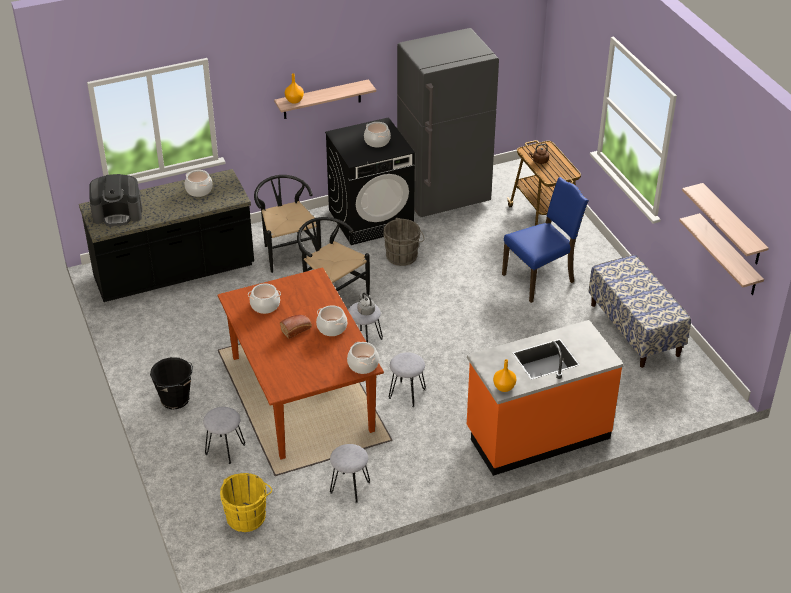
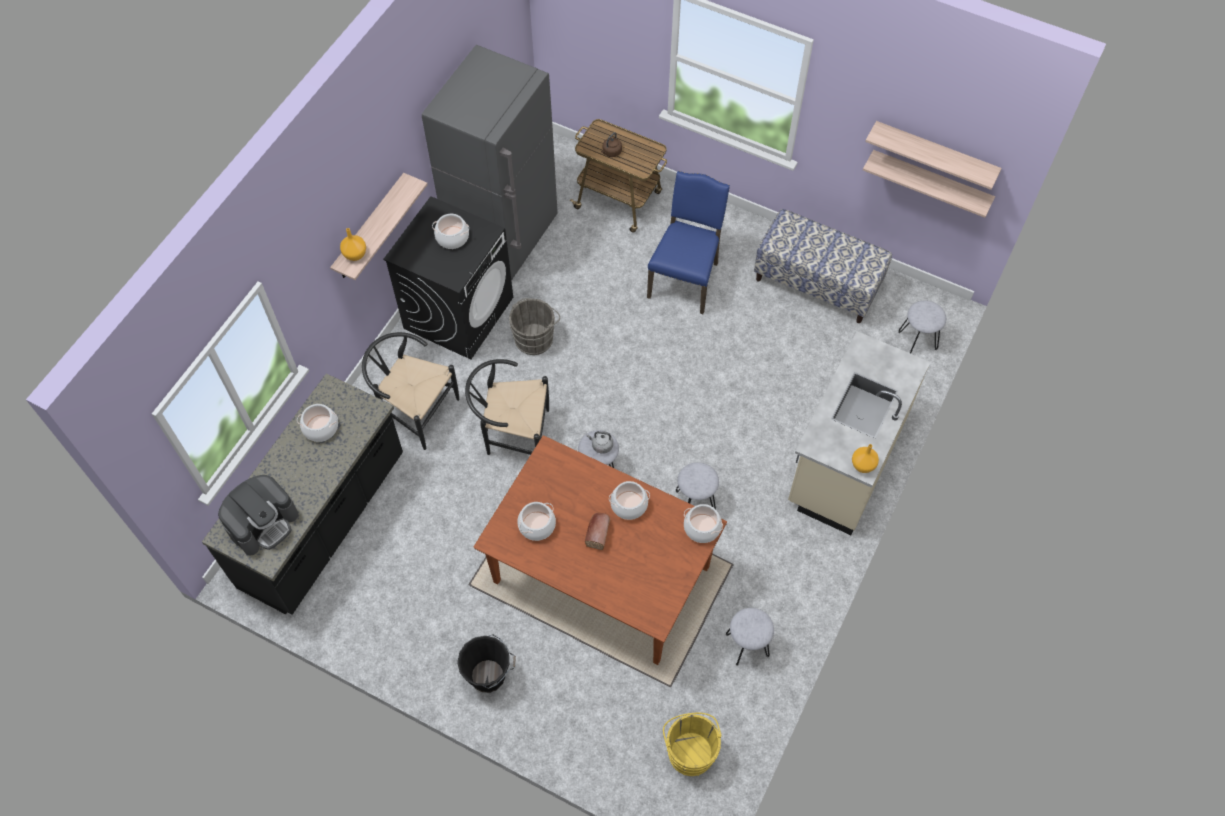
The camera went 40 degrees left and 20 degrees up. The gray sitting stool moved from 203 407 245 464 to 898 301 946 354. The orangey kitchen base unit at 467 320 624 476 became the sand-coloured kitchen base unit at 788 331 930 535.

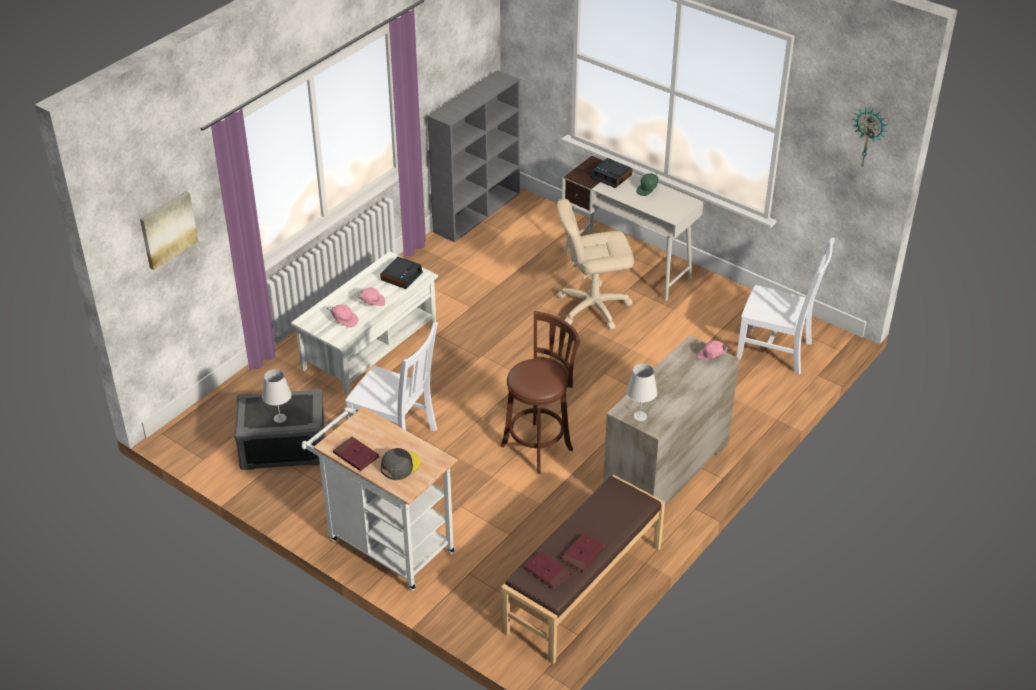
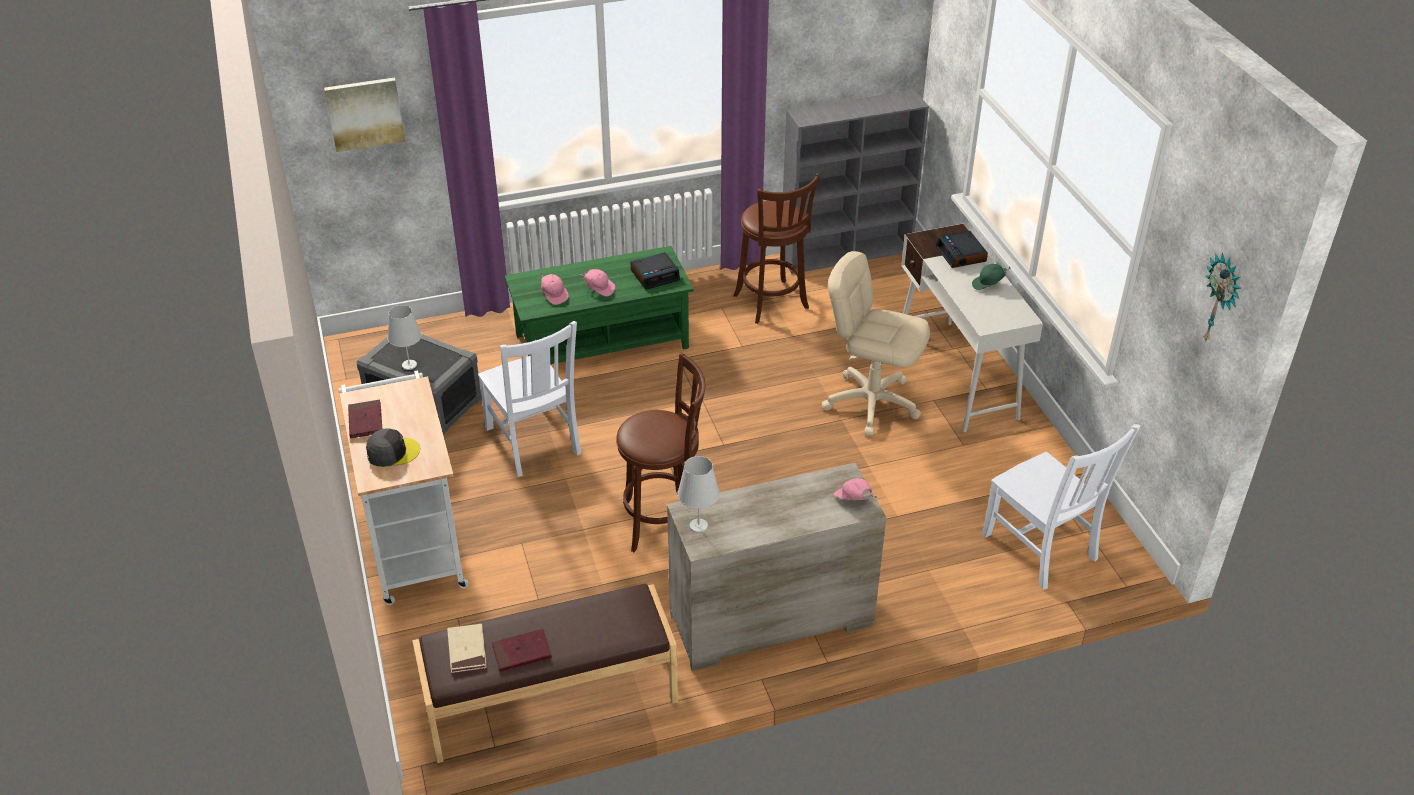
The camera went 35 degrees right and 0 degrees up. The whitish lounge table at 291 251 438 395 became the greenish lounge table at 505 246 694 364. The red-coloured bound book at 523 551 571 590 became the sand-coloured bound book at 447 624 487 673. The brown sitting stool at 733 173 820 324 appeared.

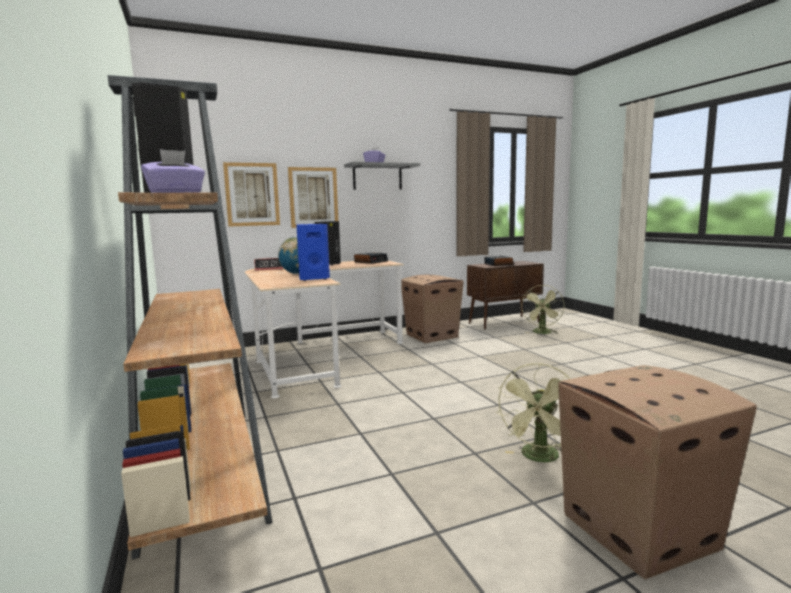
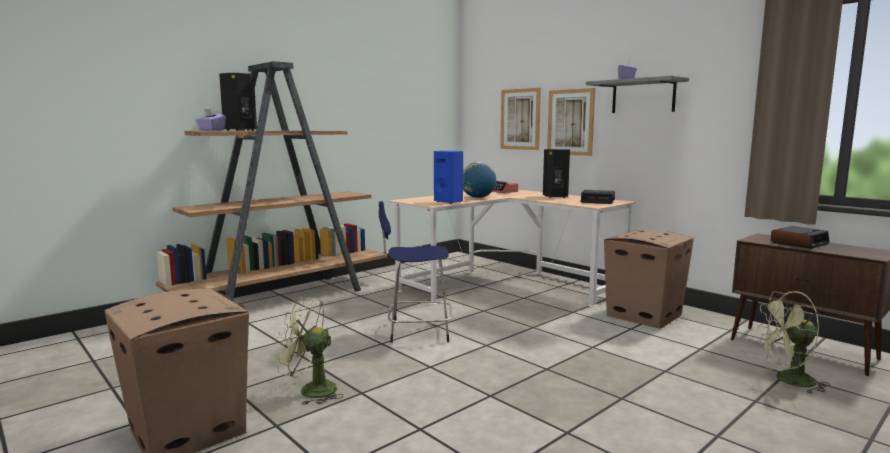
The camera went 70 degrees right and 0 degrees up. The blue-coloured sitting stool at 379 201 452 343 appeared.

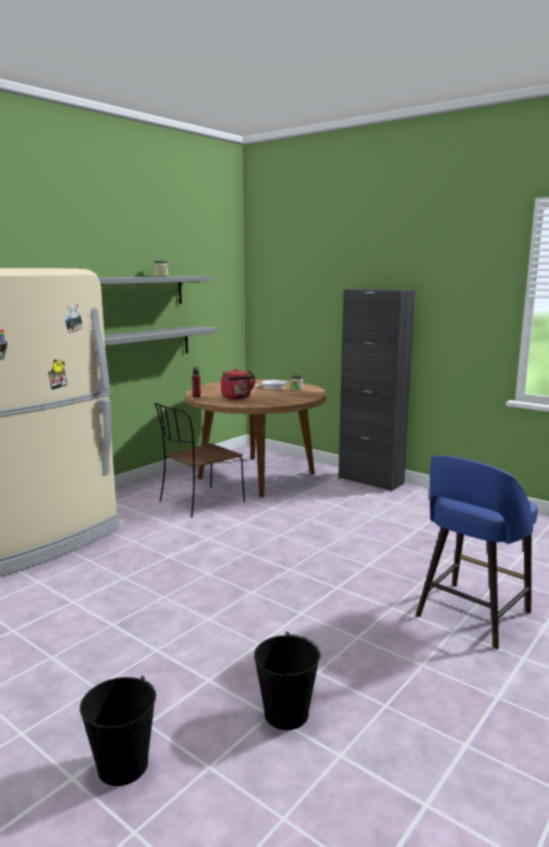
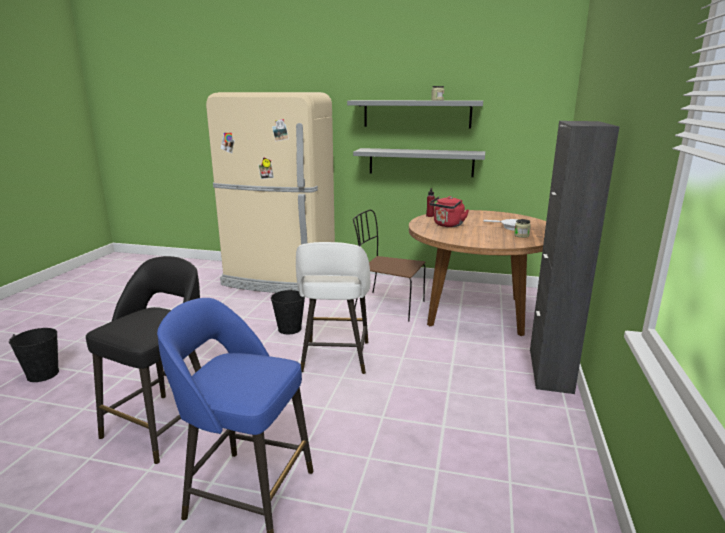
The camera went 65 degrees right and 5 degrees up. The blackish bucket moved from 254 632 320 730 to 271 290 305 334. The blackish sitting stool at 86 256 201 464 appeared. The whitish sitting stool at 296 242 370 374 appeared.

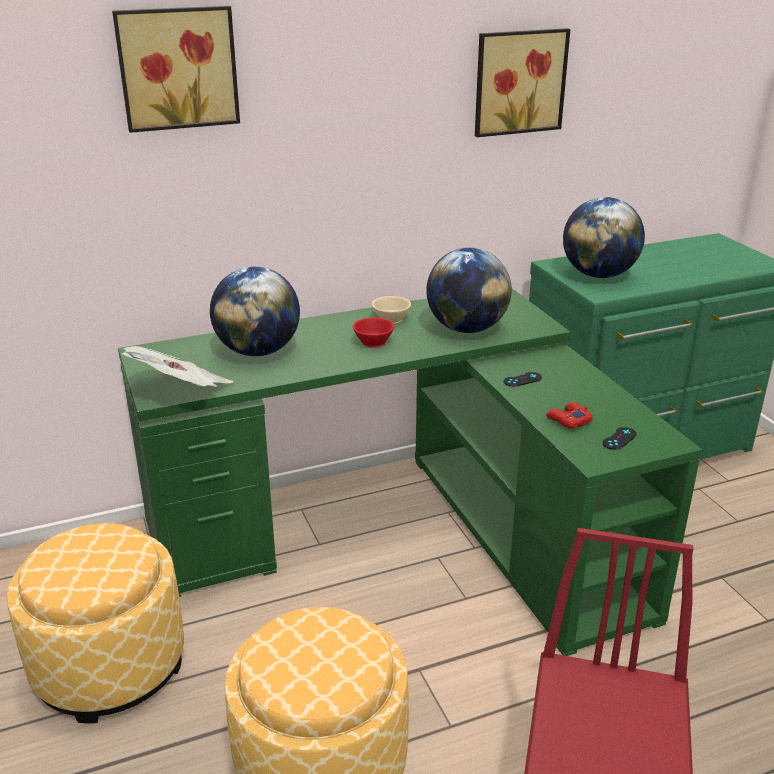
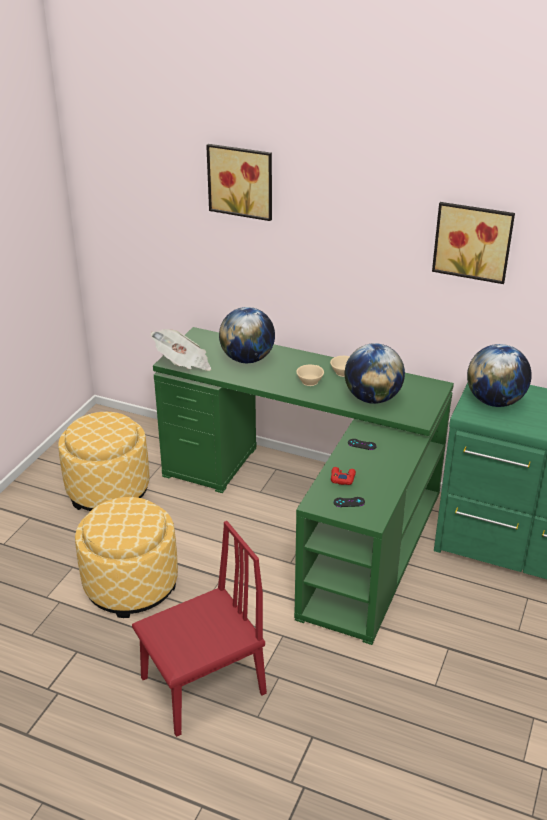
The camera went 45 degrees right and 5 degrees up. The red-coloured drinking cup at 353 318 394 348 became the sand-coloured drinking cup at 296 365 324 386.

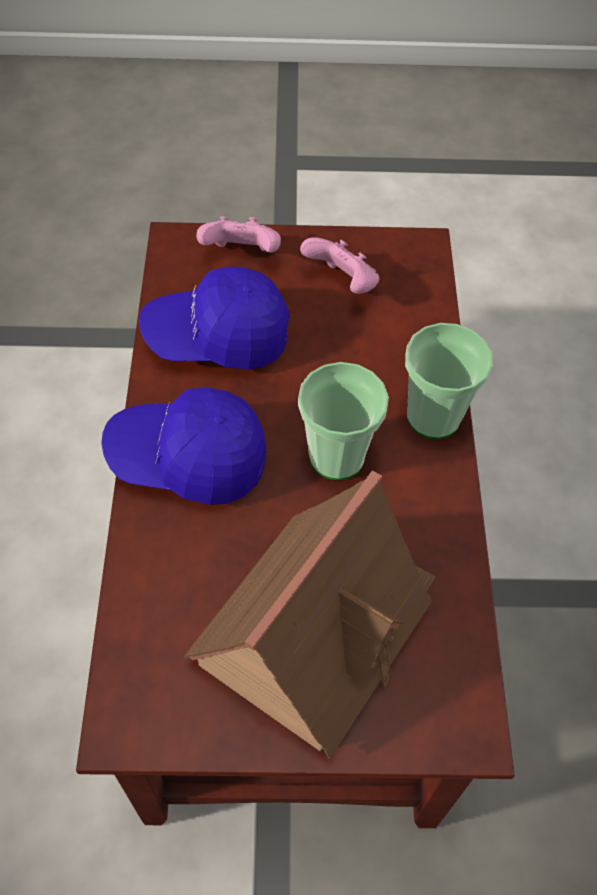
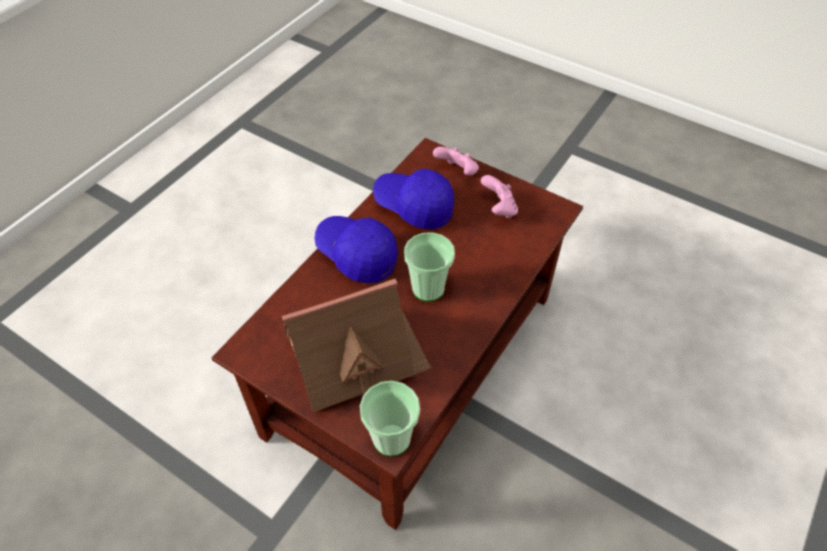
The camera went 35 degrees right and 5 degrees down. The drinking cup moved from 405 323 493 439 to 360 381 420 456.

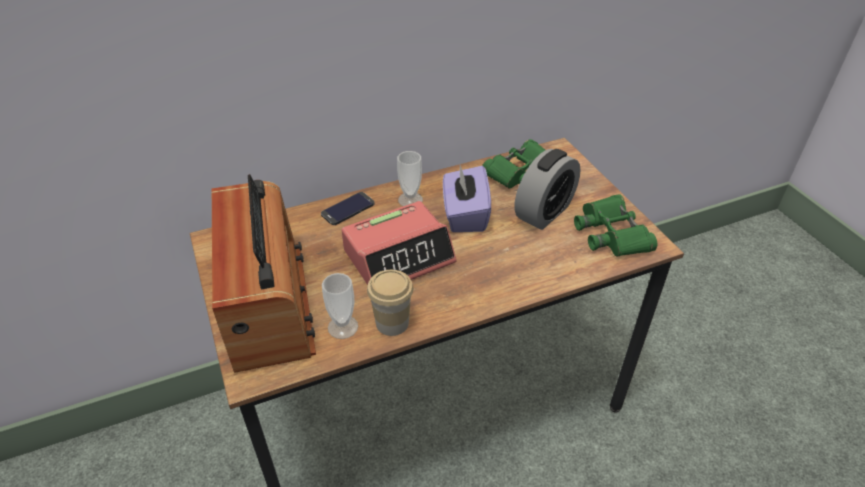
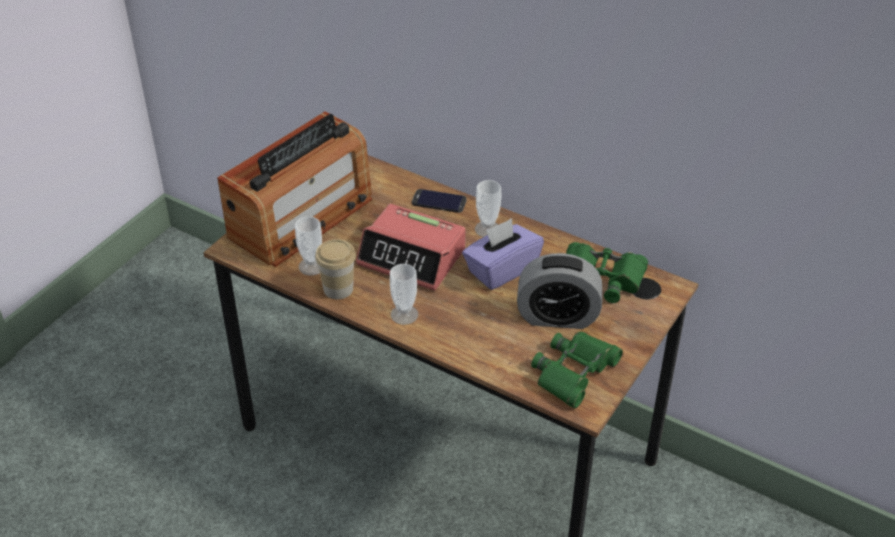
The camera went 55 degrees right and 0 degrees up. The drinking cup at 390 264 418 325 appeared.

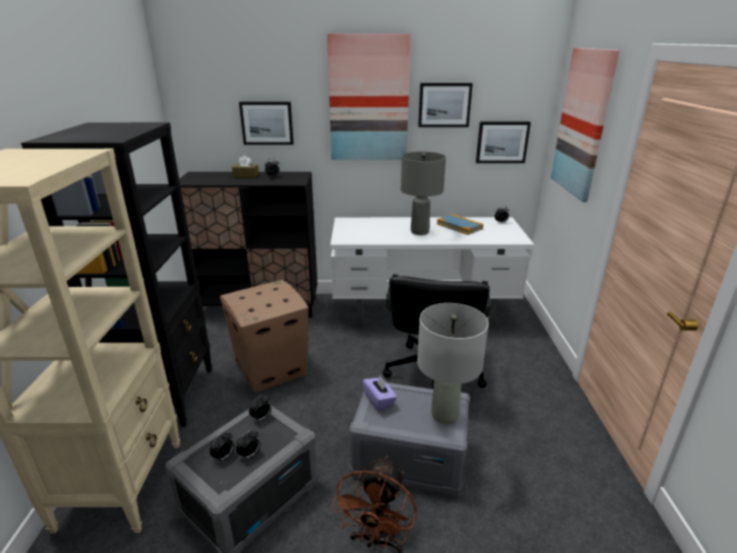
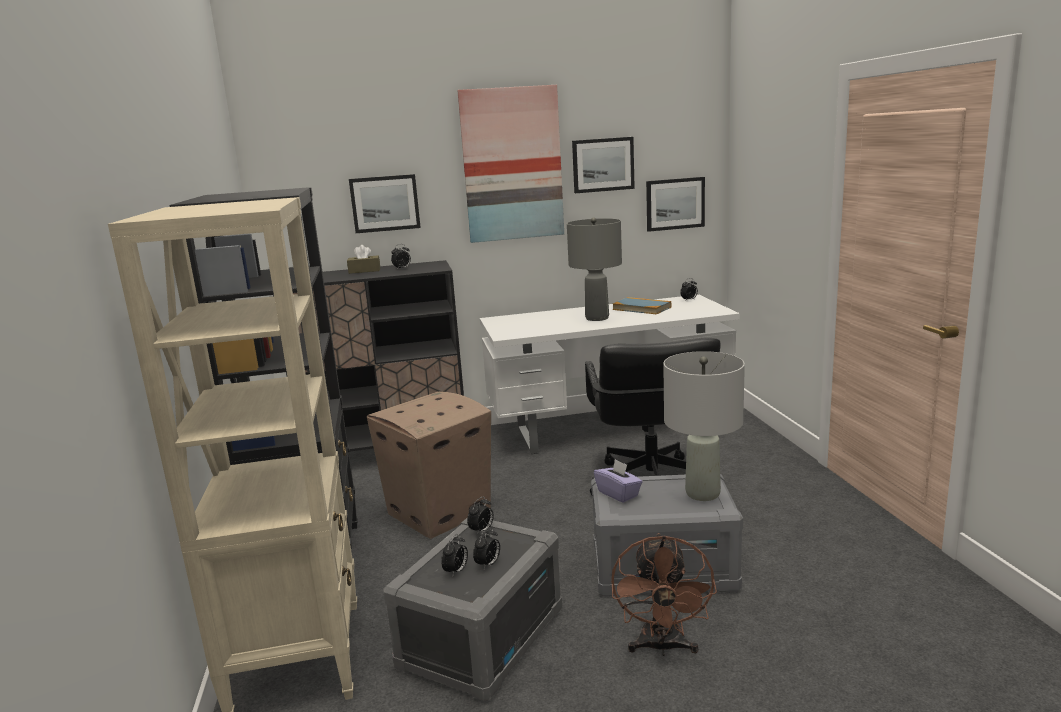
The camera went 10 degrees left and 10 degrees down. The wall art at 551 48 620 202 disappeared.

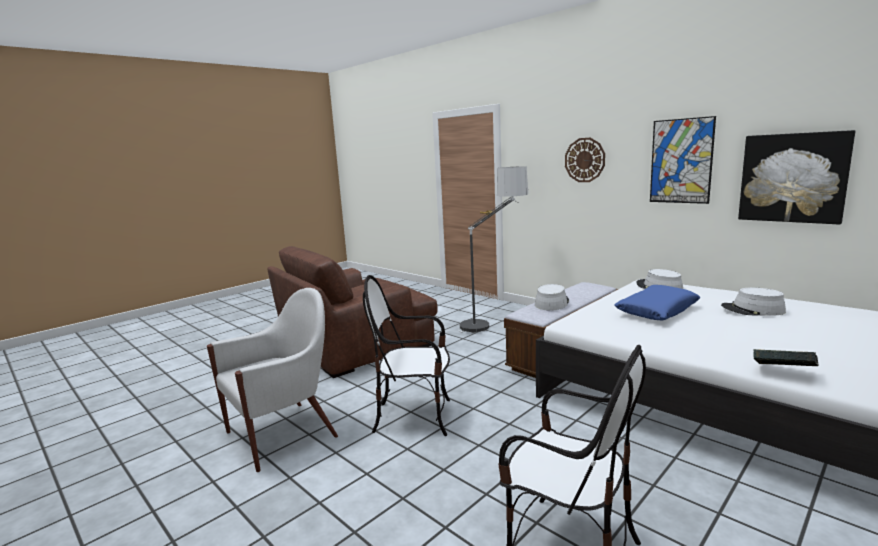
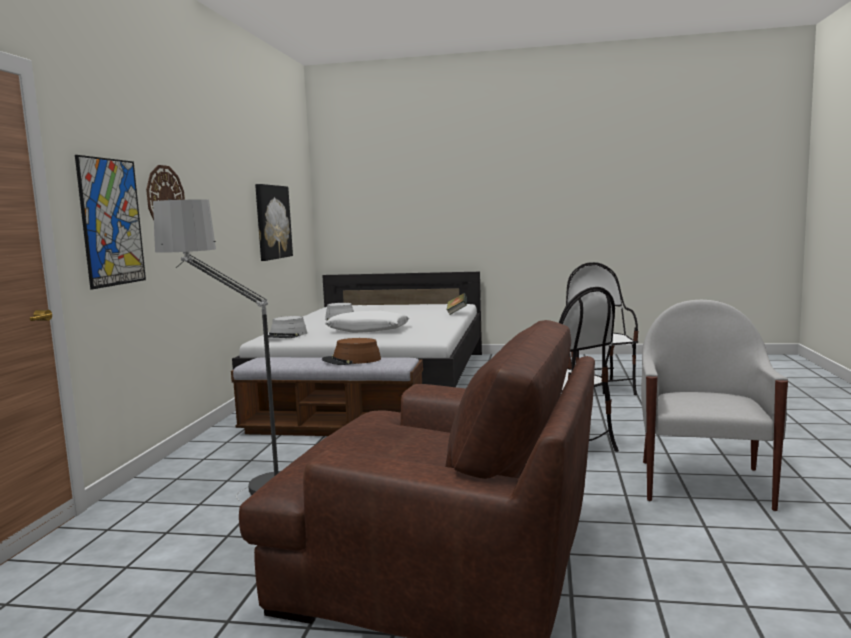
The camera went 125 degrees left and 5 degrees down. The whitish lounge chair at 207 288 338 472 turned 90 degrees clockwise. The gray wearable hat at 535 284 569 311 became the brown wearable hat at 322 338 381 365. The blue-coloured pillow at 614 285 700 321 became the whitish pillow at 325 311 409 333. The wall art moved from 650 116 716 204 to 75 155 146 289.

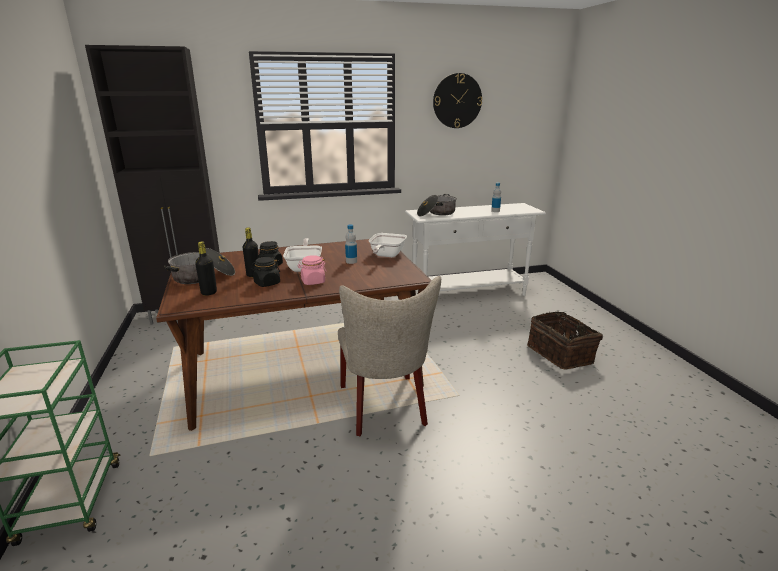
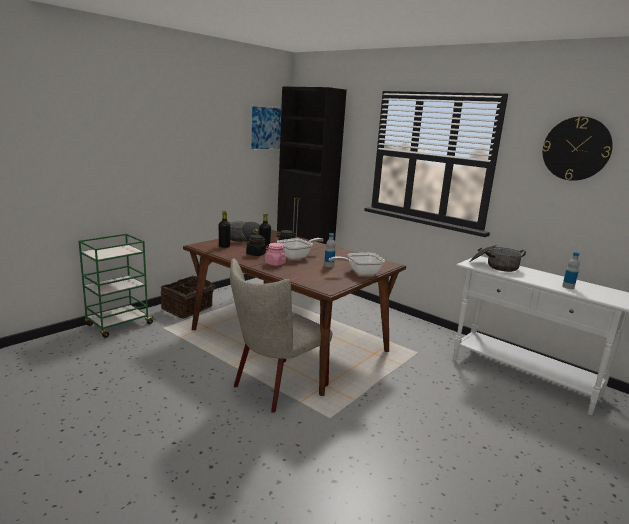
The camera went 55 degrees right and 5 degrees down. The basket moved from 527 311 603 369 to 161 276 219 319. The wall art at 250 105 281 151 appeared.

